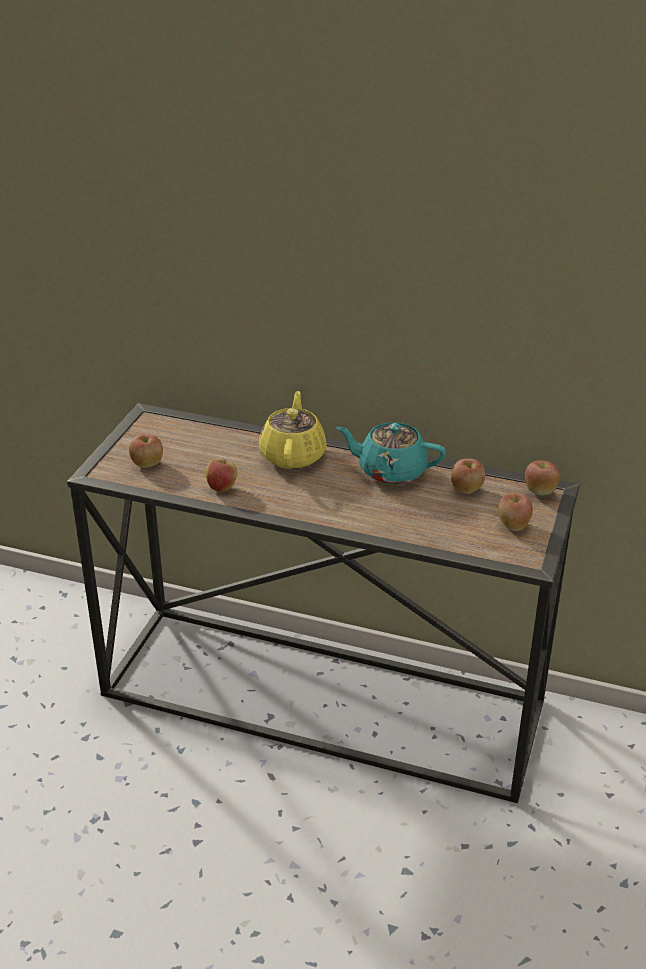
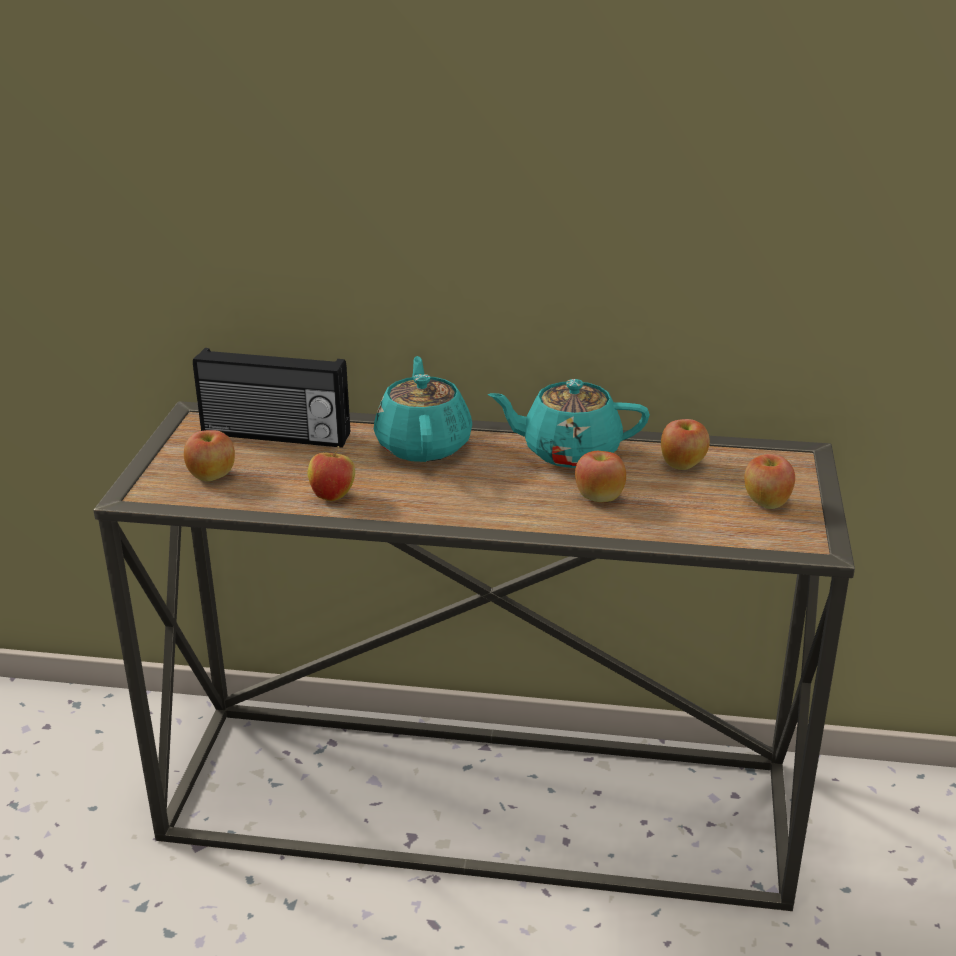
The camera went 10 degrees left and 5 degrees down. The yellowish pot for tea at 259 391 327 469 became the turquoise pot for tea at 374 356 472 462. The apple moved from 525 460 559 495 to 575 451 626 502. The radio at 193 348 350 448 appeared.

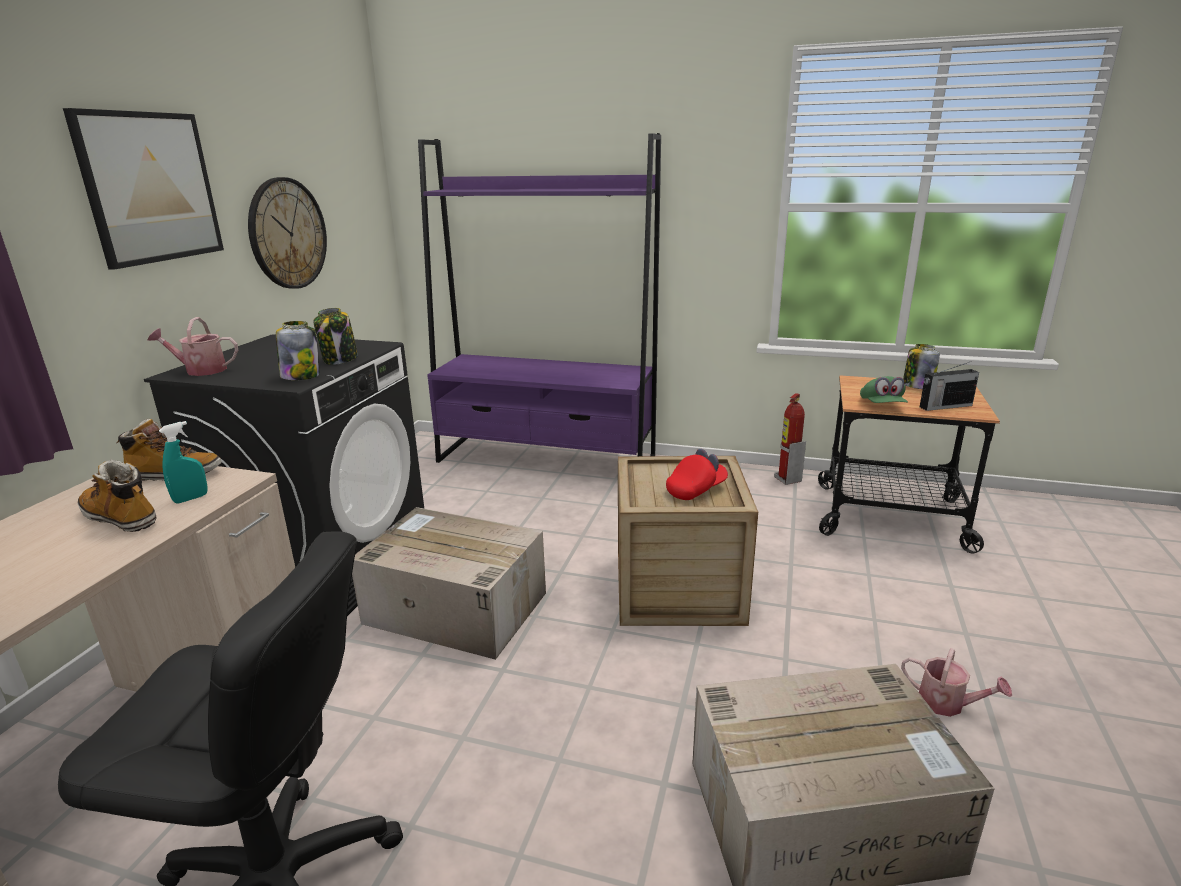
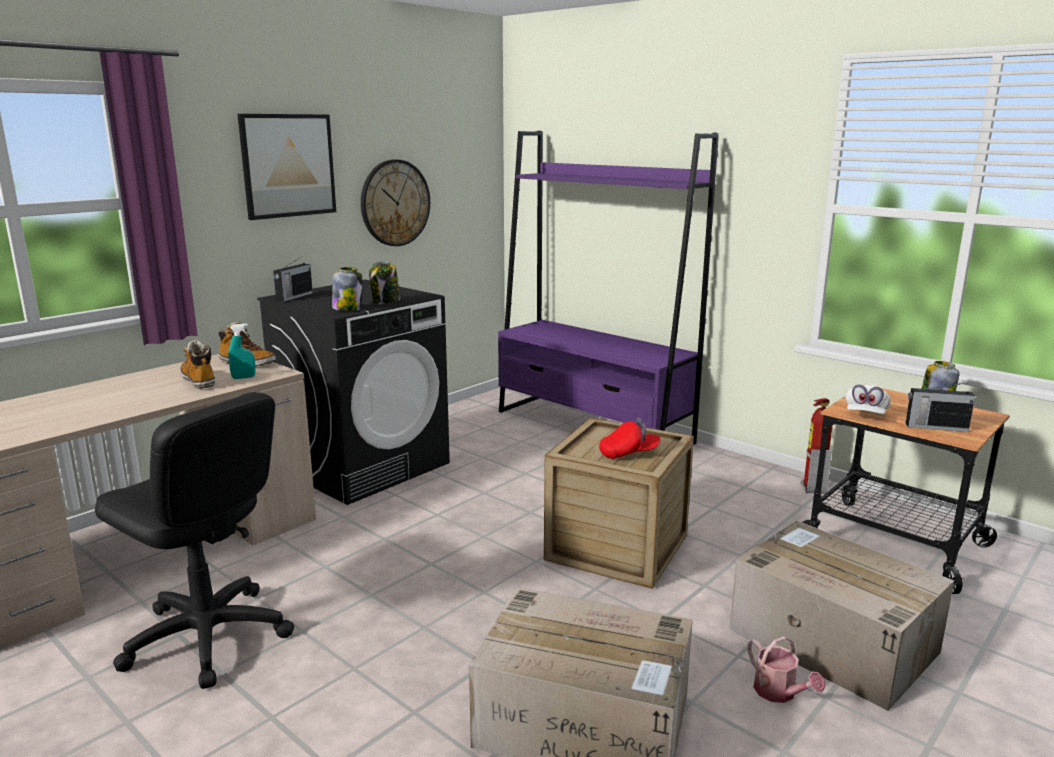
The camera went 25 degrees right and 5 degrees down. The watering pot at 148 317 238 376 was replaced by the radio at 273 257 313 302. The carton moved from 352 507 546 660 to 730 521 954 711. The greenish baseball cap at 860 376 908 403 became the whitish baseball cap at 846 384 891 414.

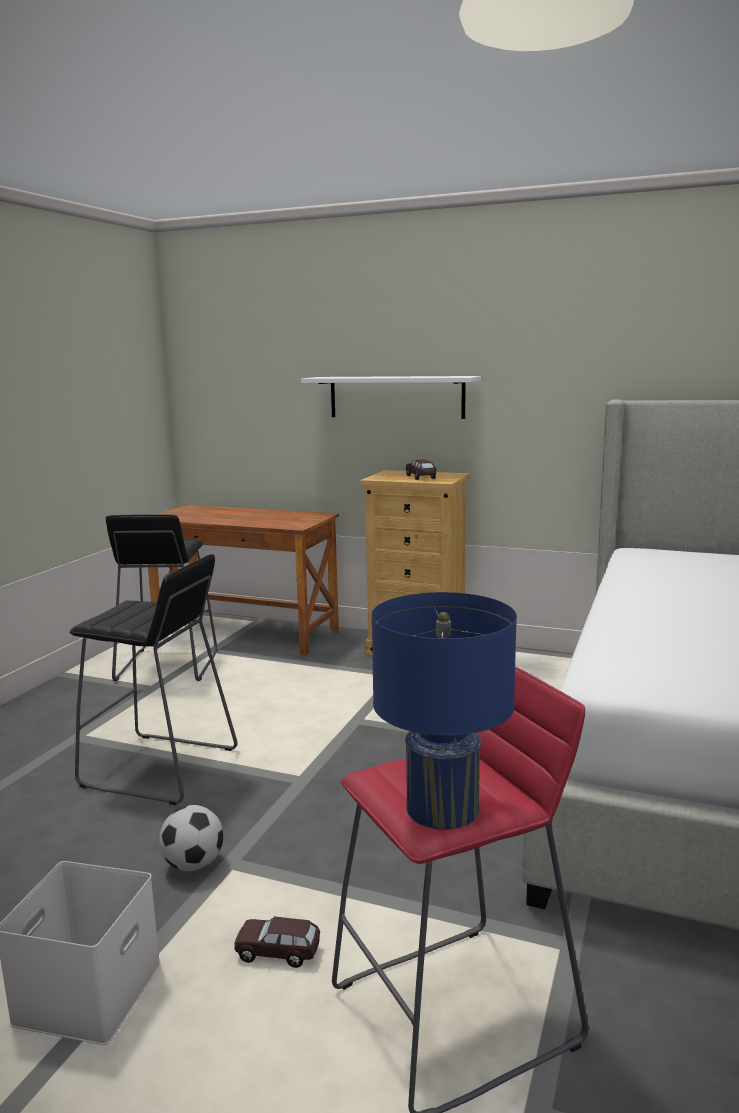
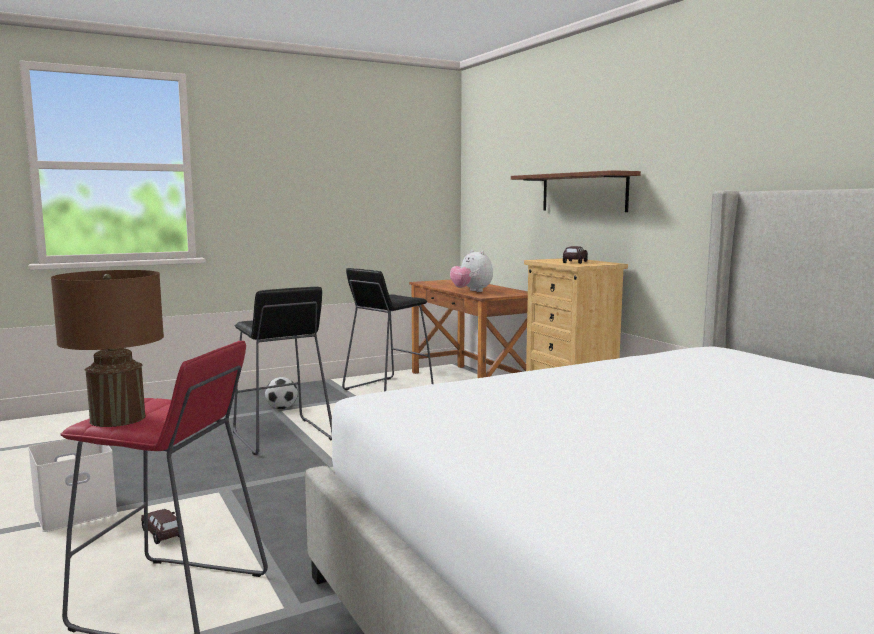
The camera went 40 degrees right and 5 degrees down. The football moved from 159 805 223 871 to 265 377 298 409. The whitish shelf at 301 376 481 419 became the brown shelf at 511 170 641 212. The blue-coloured tabletop lamp at 371 592 517 830 became the brown tabletop lamp at 51 270 164 427. The plush toy at 450 250 493 292 appeared.

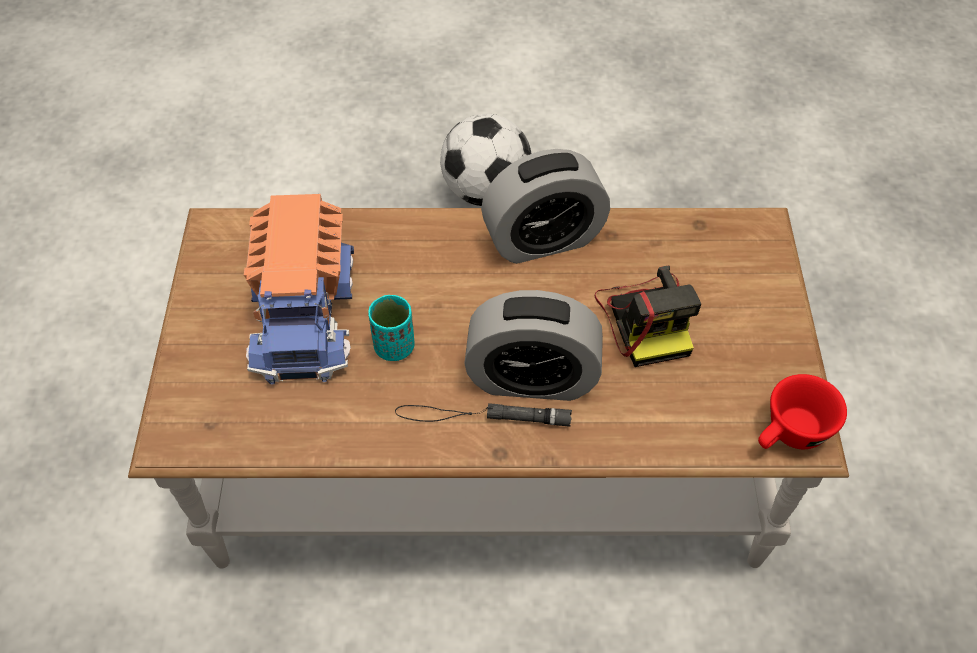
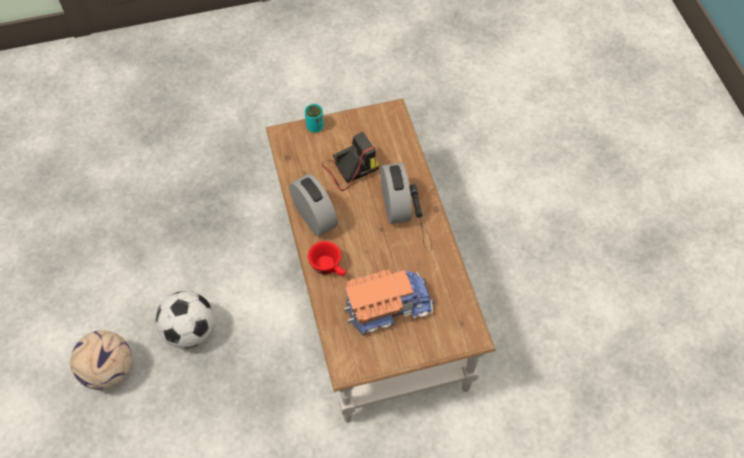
The camera went 105 degrees left and 5 degrees up. The turquoise drinking cup moved from 368 295 415 361 to 305 104 324 133. The red-coloured drinking cup moved from 758 374 847 449 to 308 241 346 276. The football at 70 330 132 390 appeared.

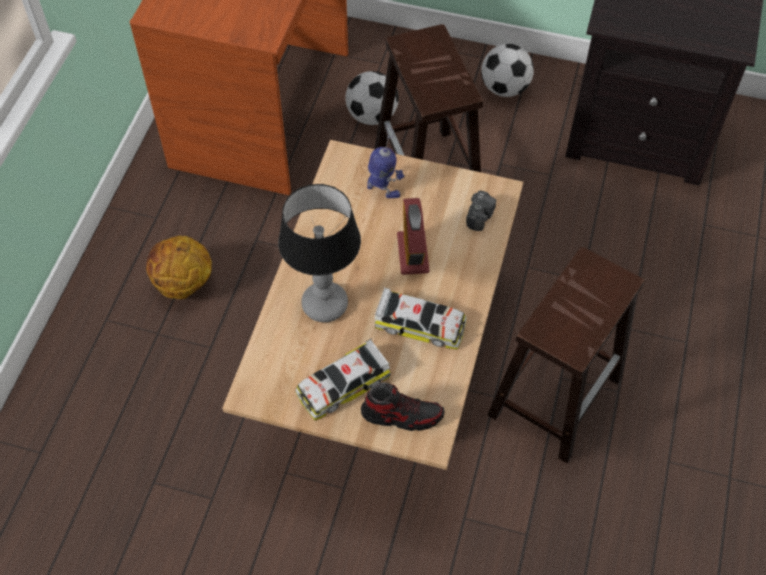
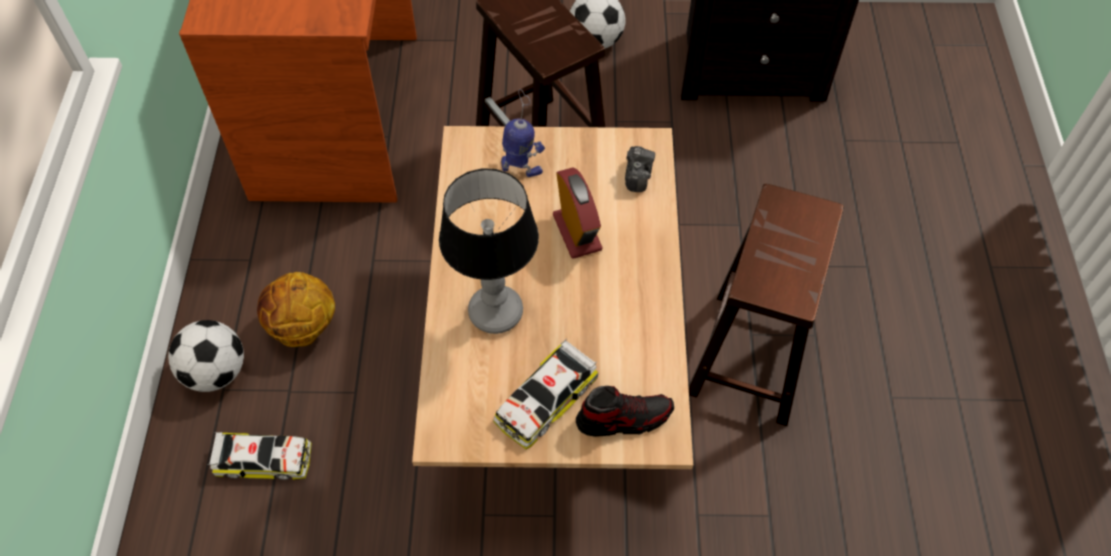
The camera went 15 degrees left and 0 degrees up. The football moved from 345 71 399 125 to 168 320 244 392. The toy car moved from 374 287 467 350 to 208 432 312 480.

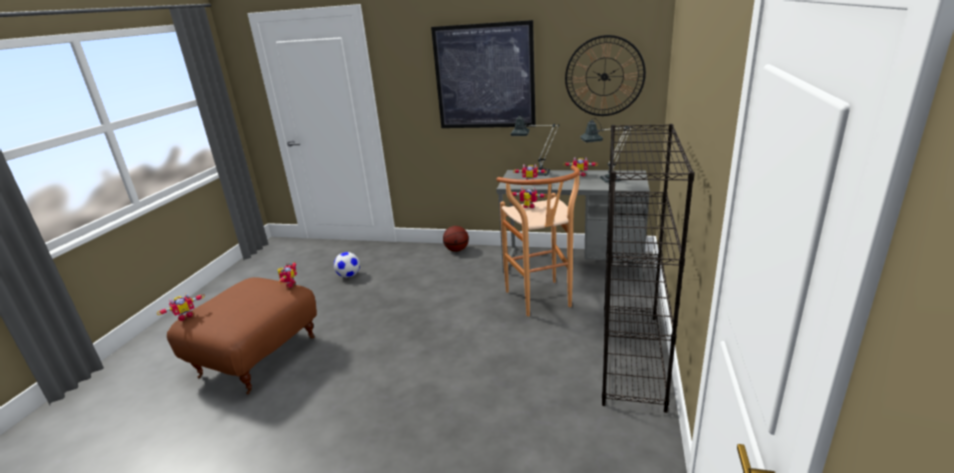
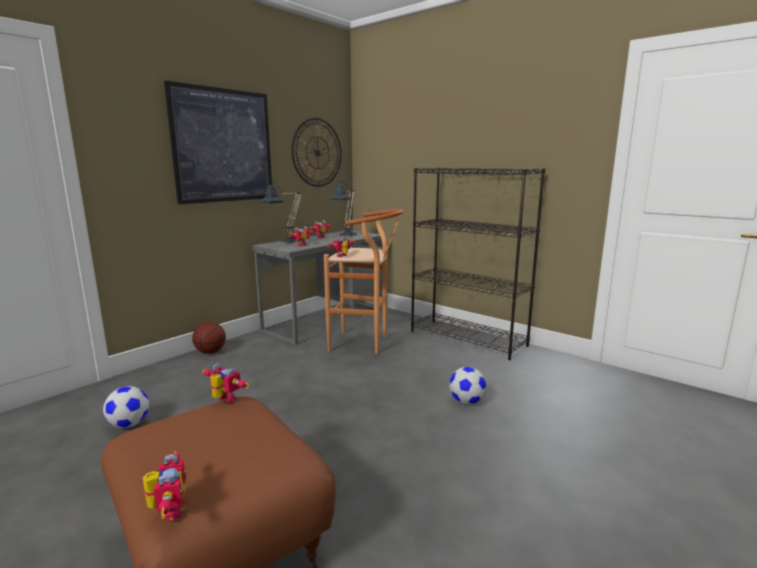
The camera went 65 degrees left and 10 degrees down. The football at 449 367 487 404 appeared.

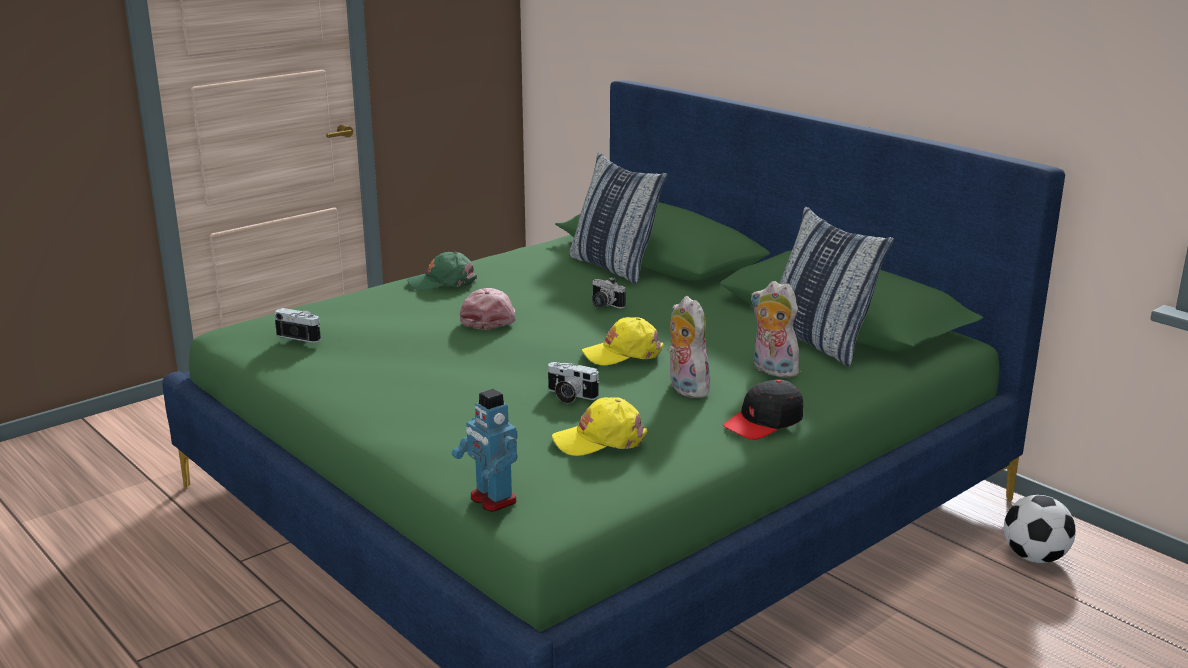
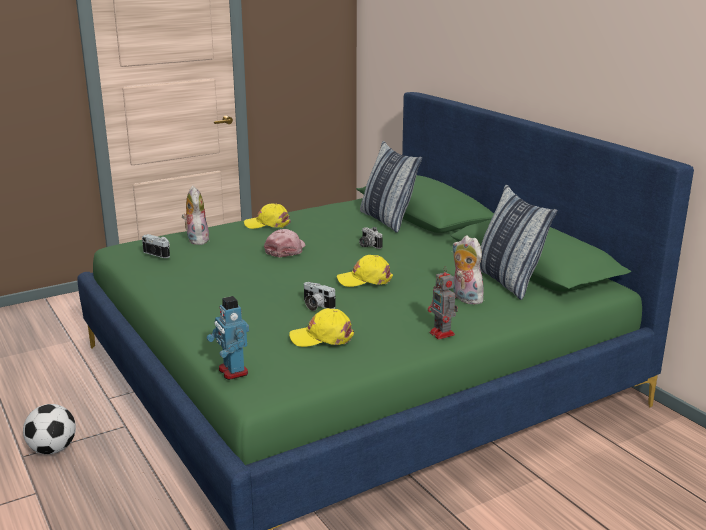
The camera went 10 degrees right and 0 degrees up. The greenish baseball cap at 407 252 477 291 became the yellowish baseball cap at 244 203 291 229. The plush toy moved from 667 296 710 398 to 181 186 209 245. The blackish baseball cap at 723 379 803 440 was replaced by the model robot at 428 267 458 339. The football moved from 1004 495 1076 563 to 23 404 76 454.

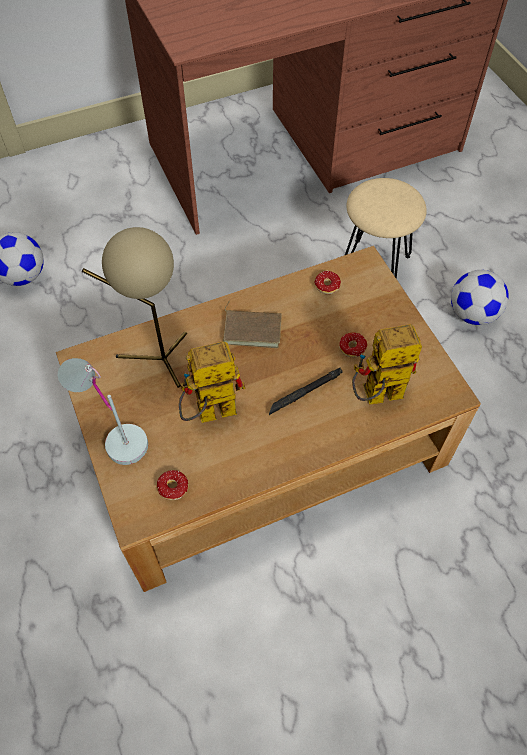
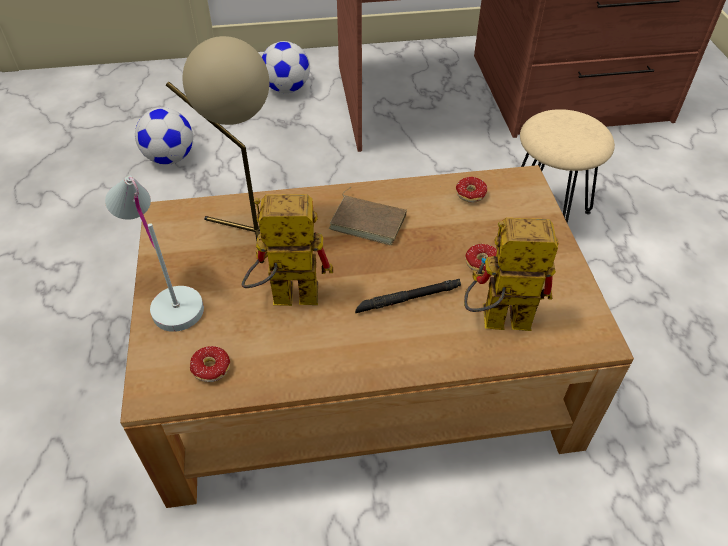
The camera went 15 degrees right and 10 degrees down. The football moved from 451 270 509 325 to 262 41 310 93.

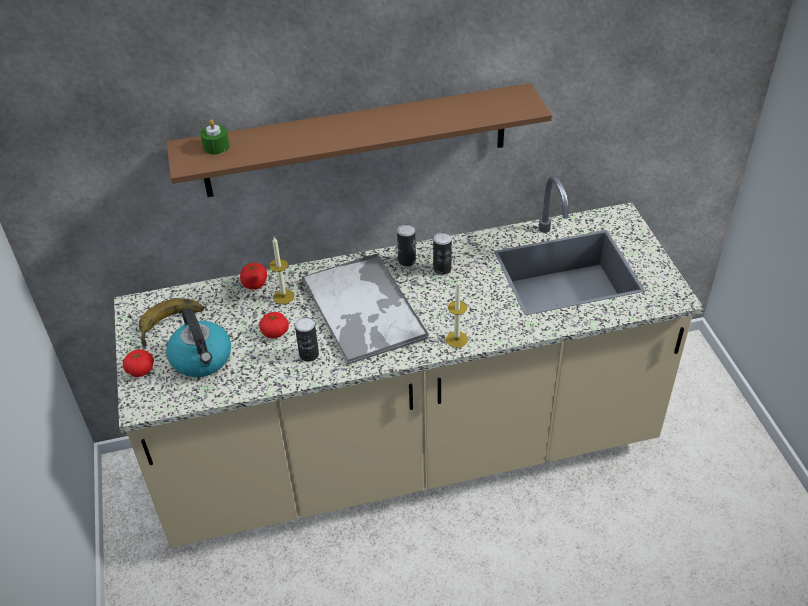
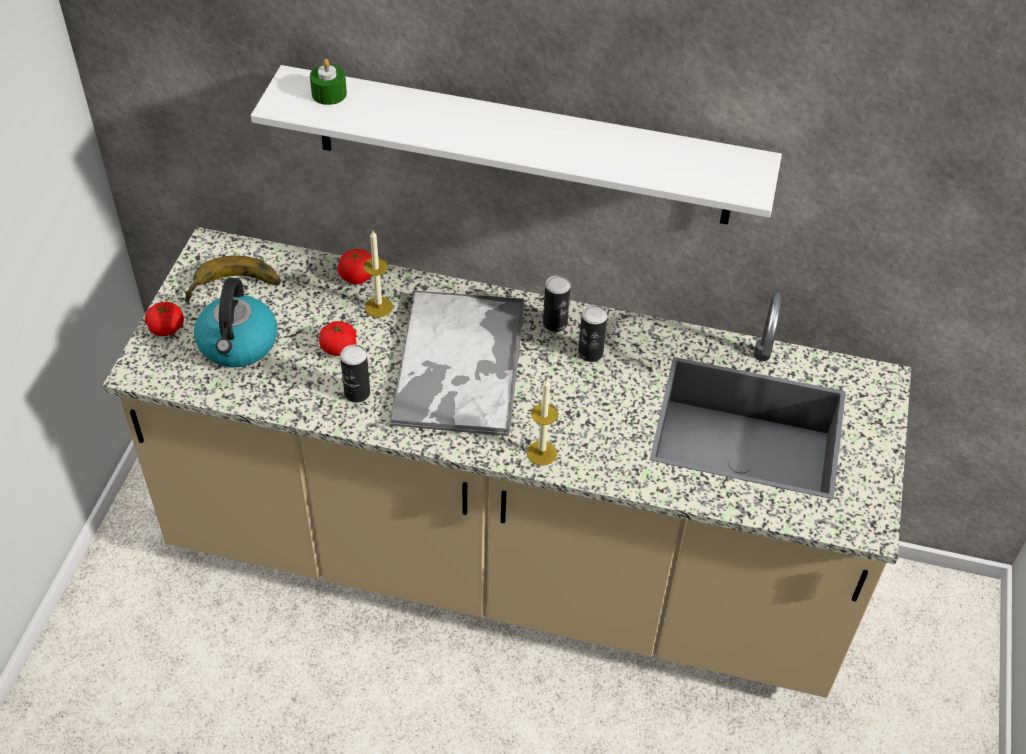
The camera went 25 degrees right and 5 degrees up. The brown shelf at 166 83 552 197 became the whitish shelf at 251 65 782 225.

